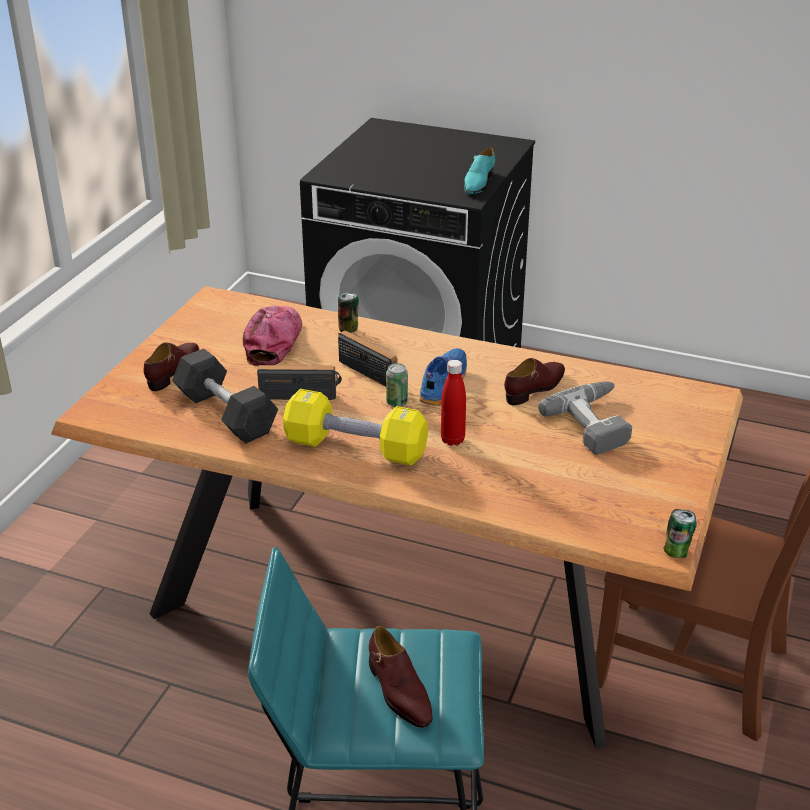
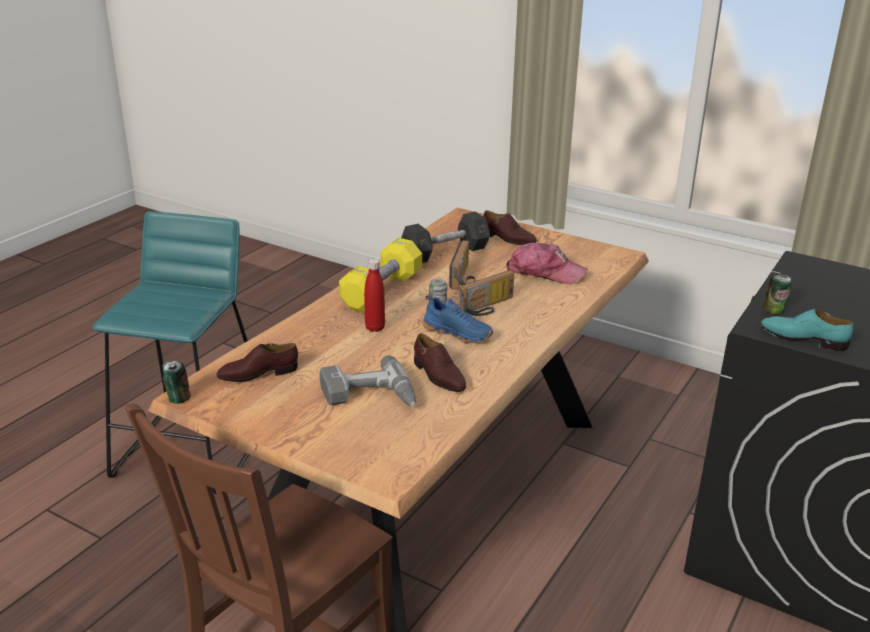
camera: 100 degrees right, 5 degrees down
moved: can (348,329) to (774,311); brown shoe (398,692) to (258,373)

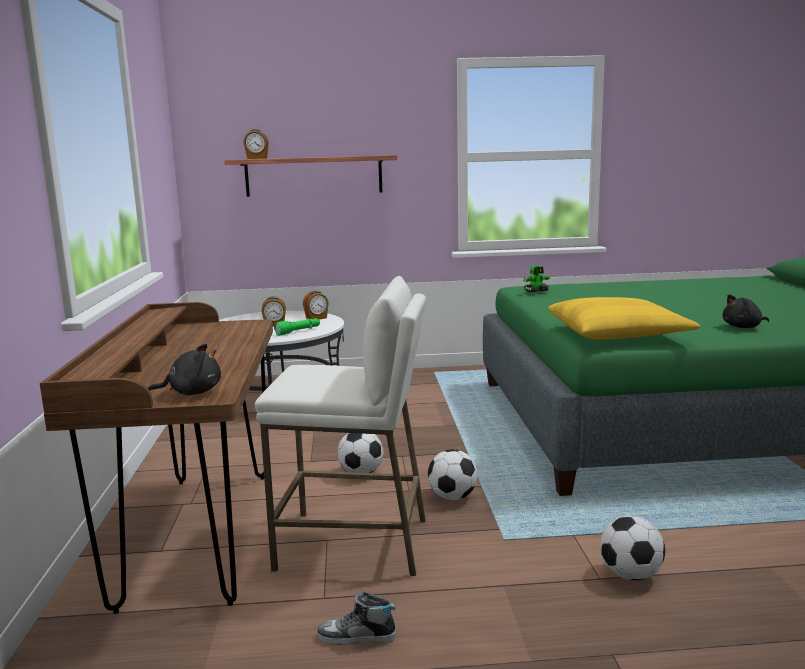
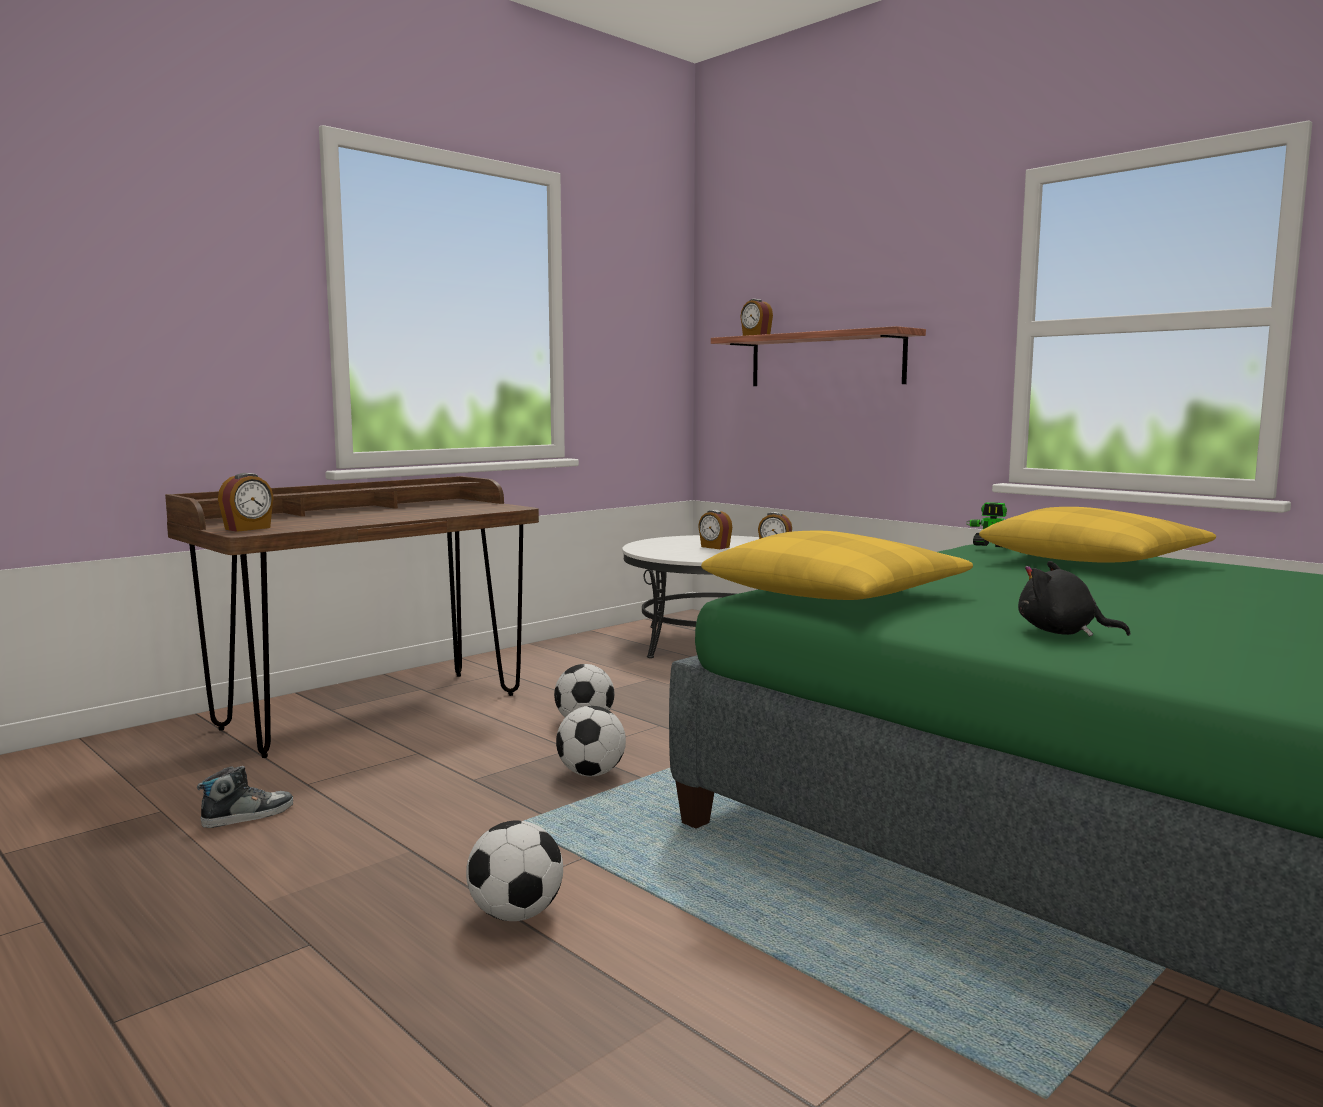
camera: 50 degrees right, 5 degrees down
removed: white stool (354,543); green flashlight (298,331)
added: yellow pillow (1094,560)
replaced: black plush toy (191,393) to alarm clock (248,528)
turned: shoe (357,637) = (248,815) 90 degrees clockwise

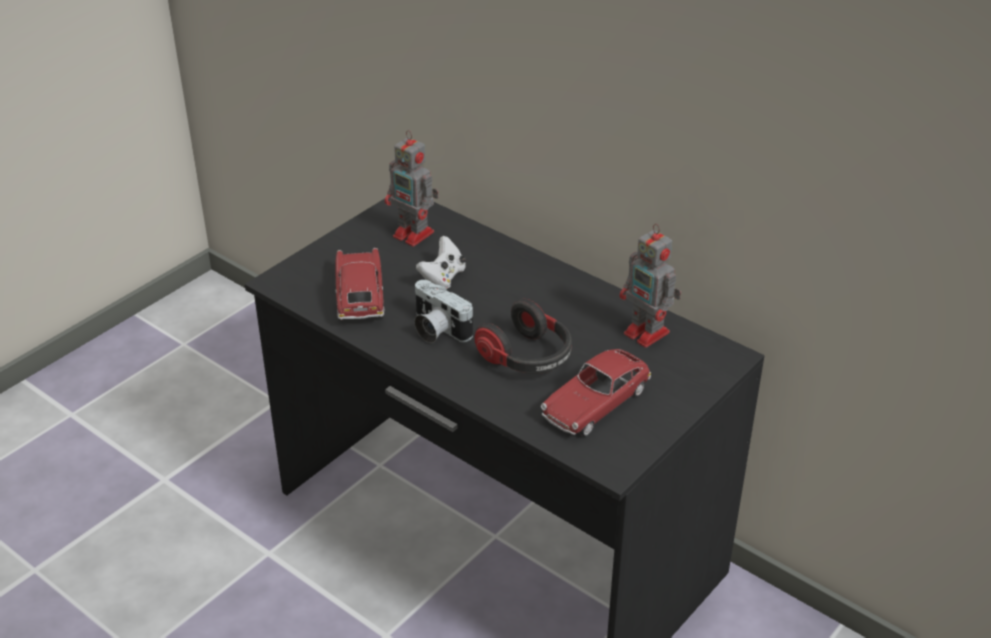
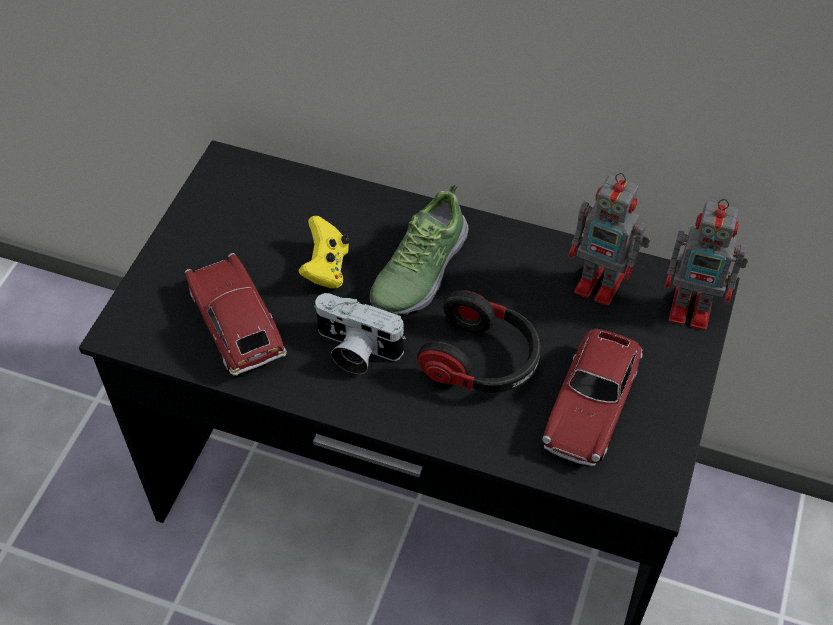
camera: 20 degrees left, 15 degrees up
added: shoe (418,270)
moved: toy robot (415,235) to (693,309)
recoloured: white game controller (443,278) to yellow game controller (326,268)

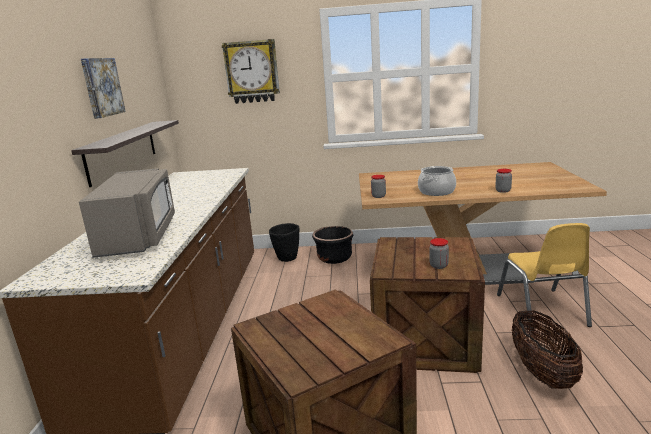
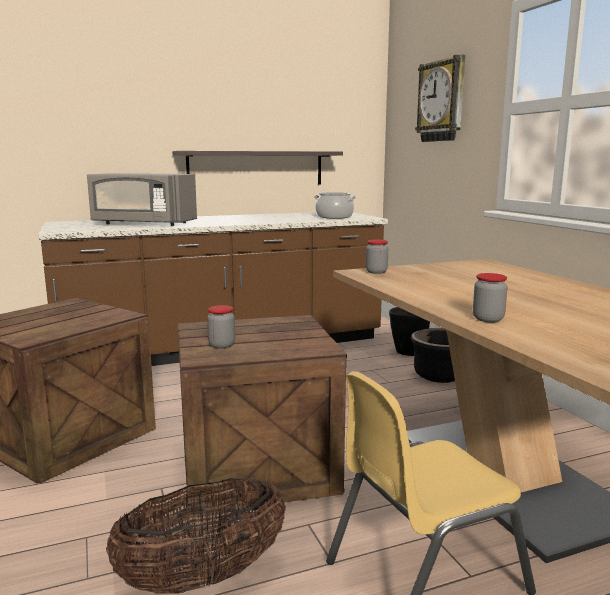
camera: 65 degrees right, 5 degrees down
removed: picture (101,87)
moved: cooking pot (437,192) to (334,217)
turned: grey microwave (139,236) = (143,223) 45 degrees clockwise

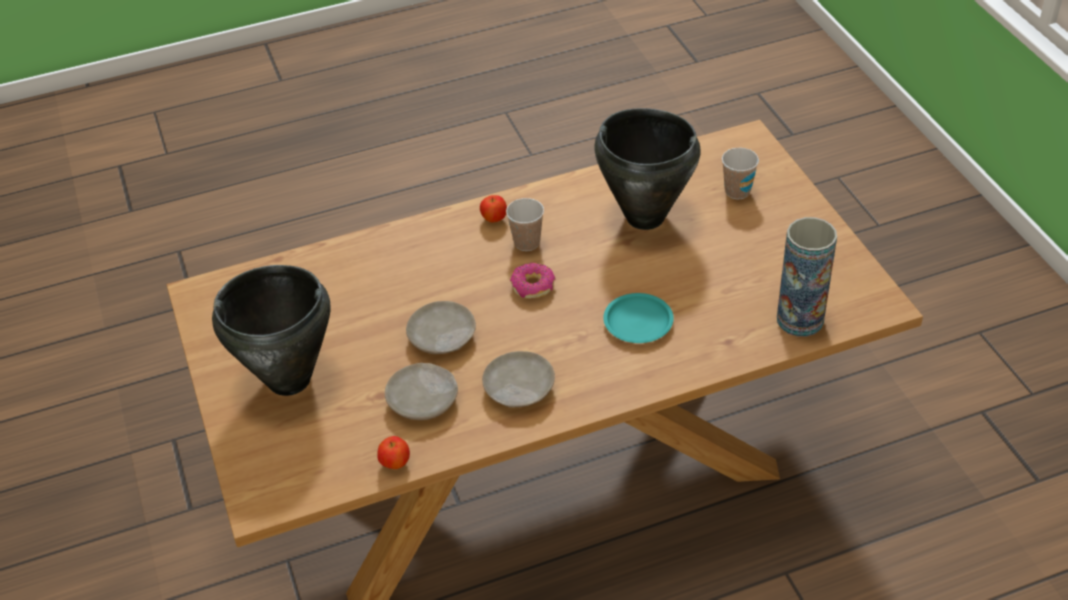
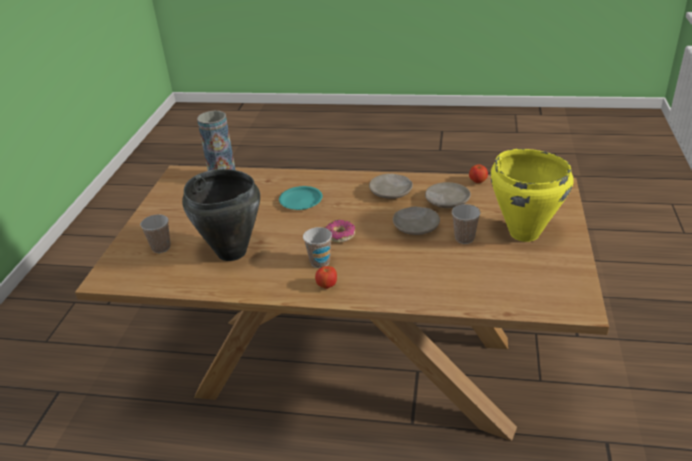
camera: 150 degrees left, 10 degrees down
added: cup (464,238)
recoloured: black cooking pot (290,380) to yellow cooking pot (524,232)

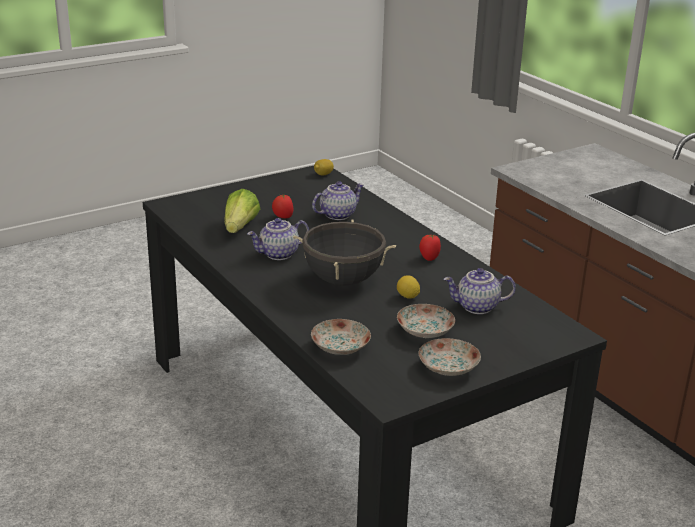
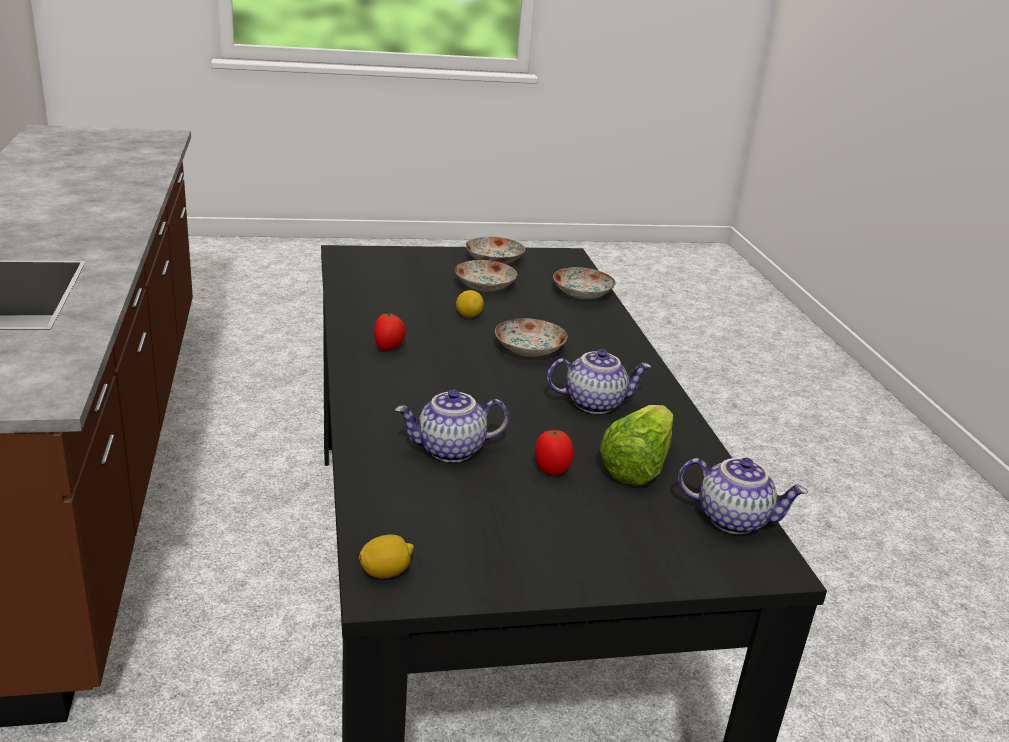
camera: 160 degrees left, 0 degrees up
moved: teapot (477,307) to (733,519)
replaced: black cooking pot (343,280) to plate (529,349)

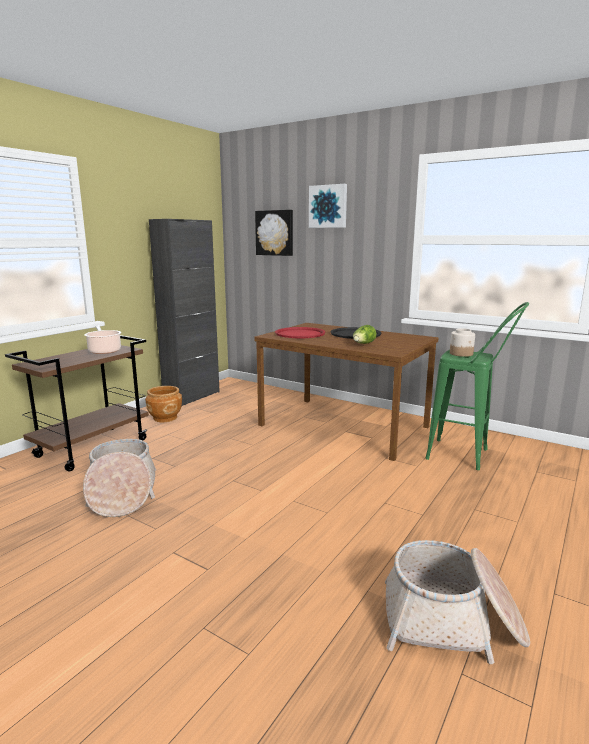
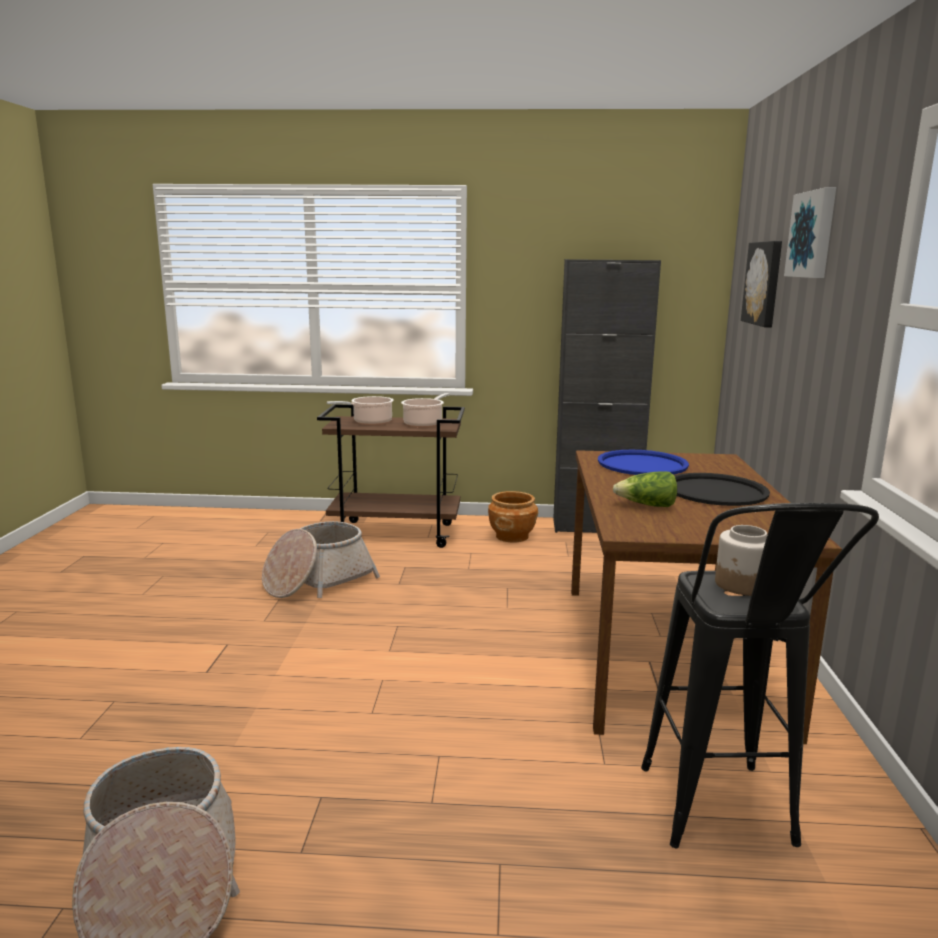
camera: 60 degrees right, 0 degrees up
added: cooking pot (370,422)
recoloured: red tray (300,333) to blue tray (642,464); green stool (468,457) to black stool (724,823)

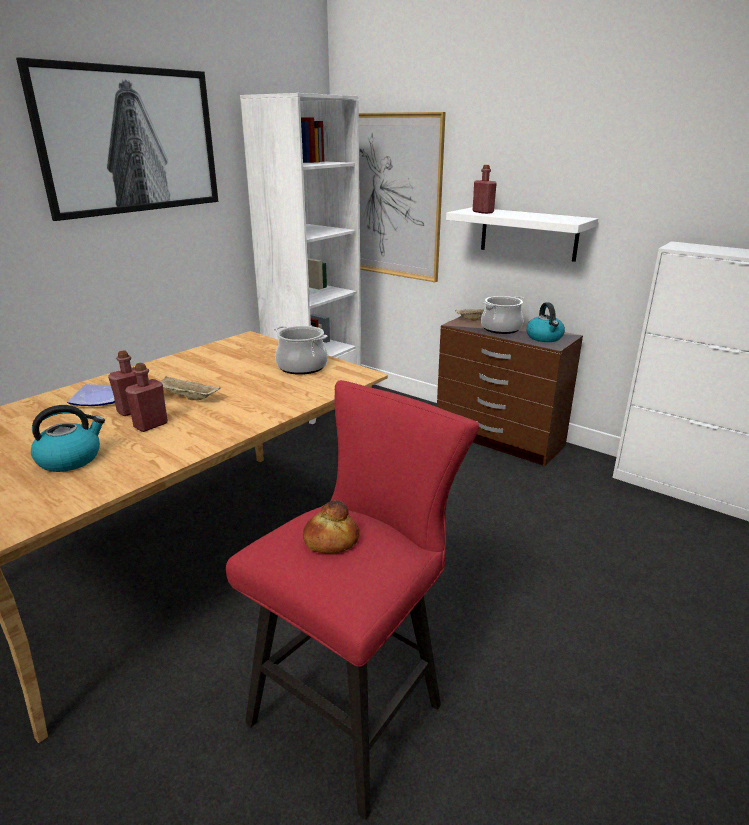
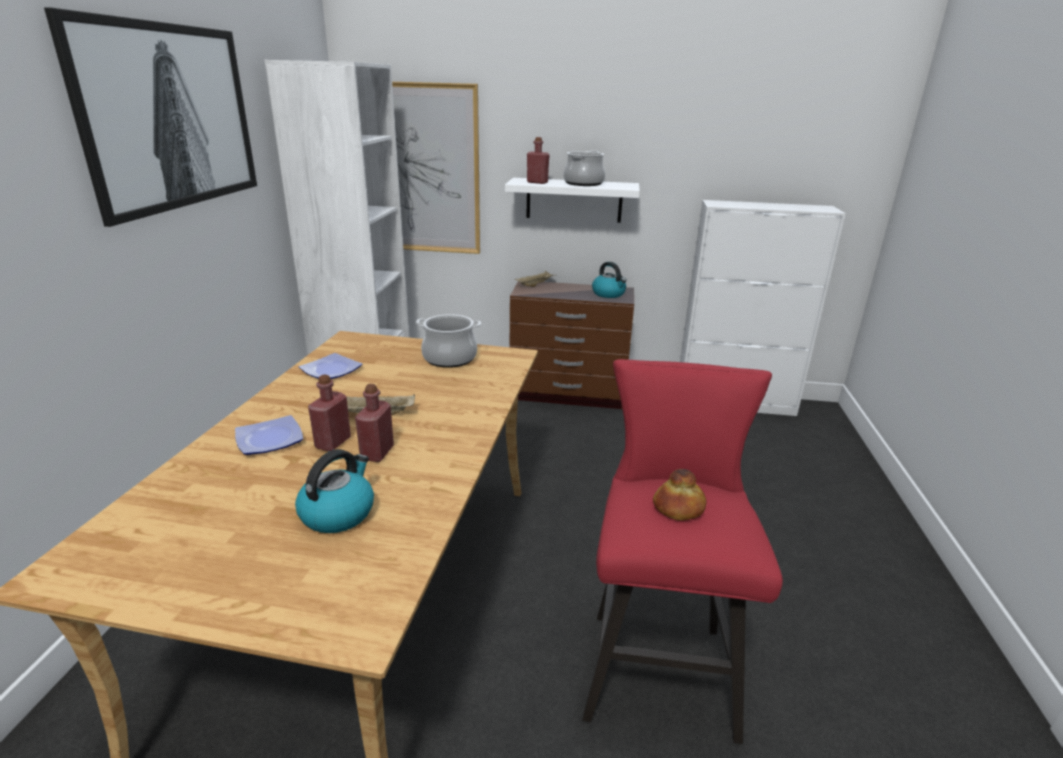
camera: 30 degrees left, 0 degrees up
added: plate (332,370)
moved: cooking pot (501,328) to (583,183)

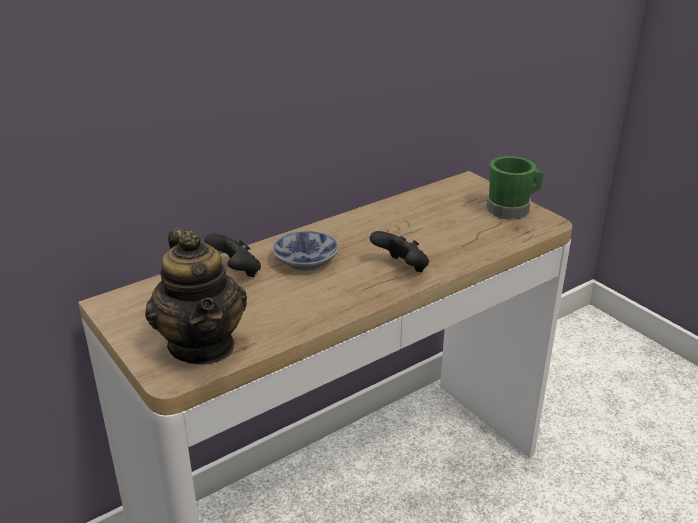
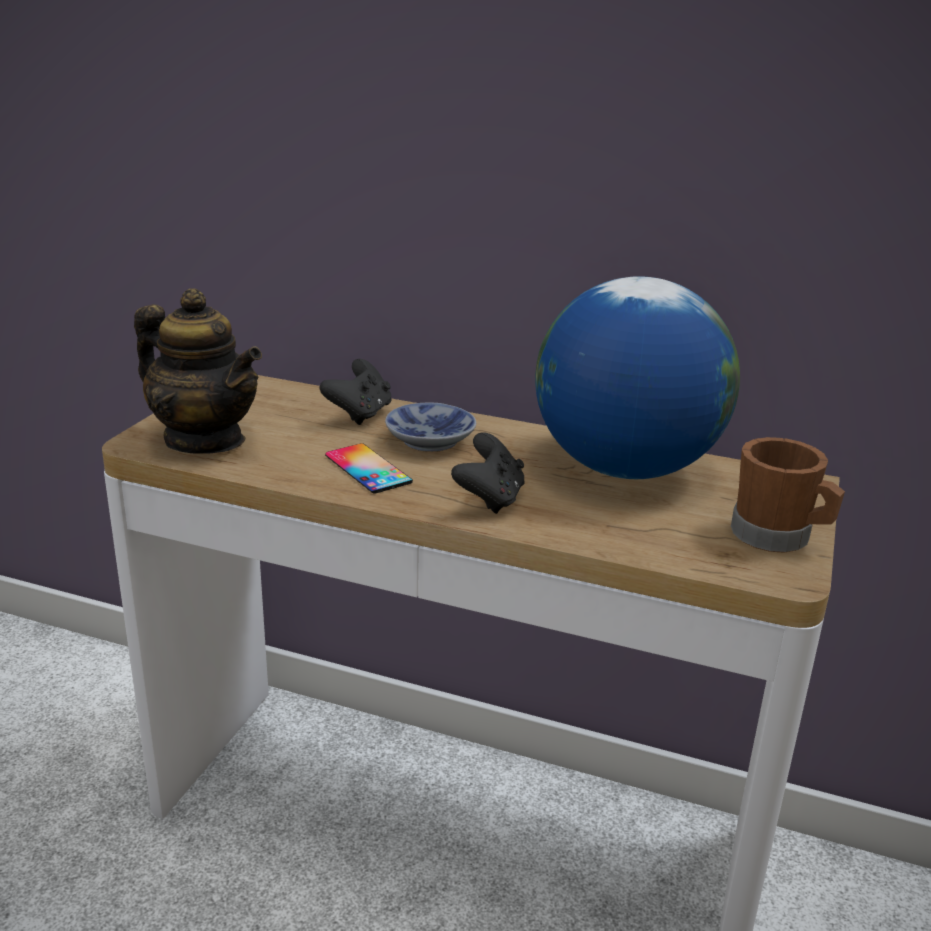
camera: 55 degrees right, 5 degrees down
added: phone (368,469); globe (625,468)
recoloured: green mug (512,209) to brown mug (779,537)
turned: teapot (202,345) = (205,440) 90 degrees counterclockwise

